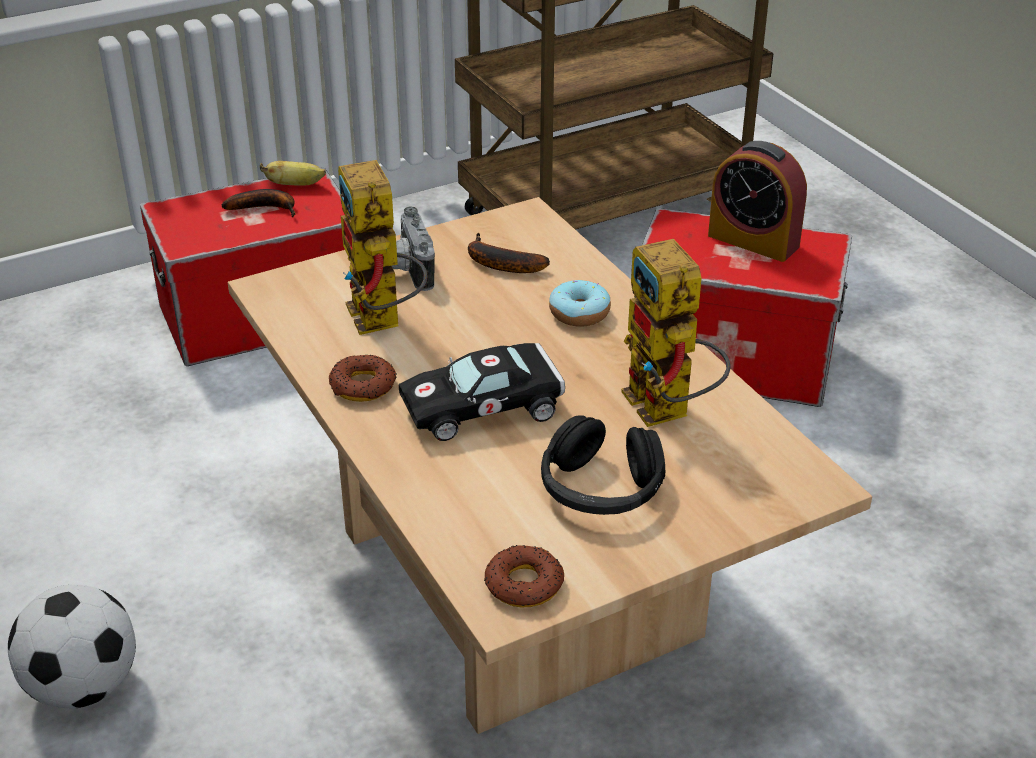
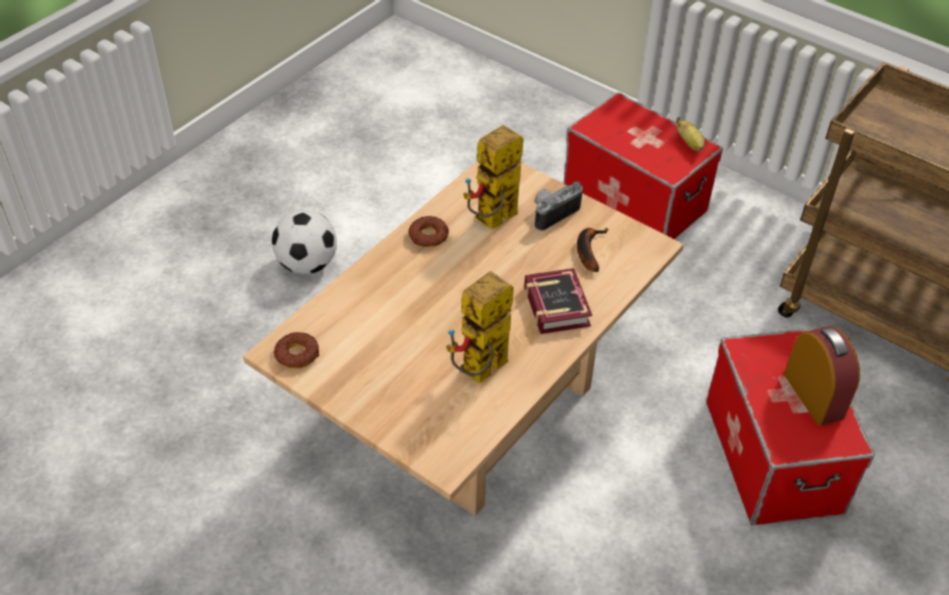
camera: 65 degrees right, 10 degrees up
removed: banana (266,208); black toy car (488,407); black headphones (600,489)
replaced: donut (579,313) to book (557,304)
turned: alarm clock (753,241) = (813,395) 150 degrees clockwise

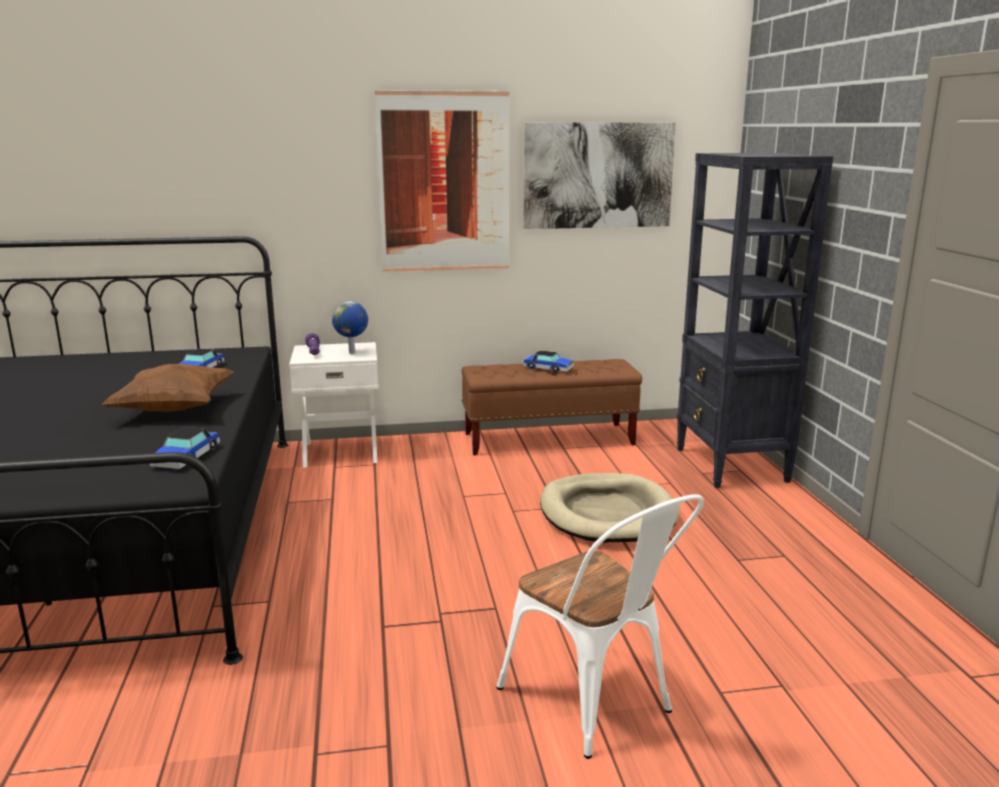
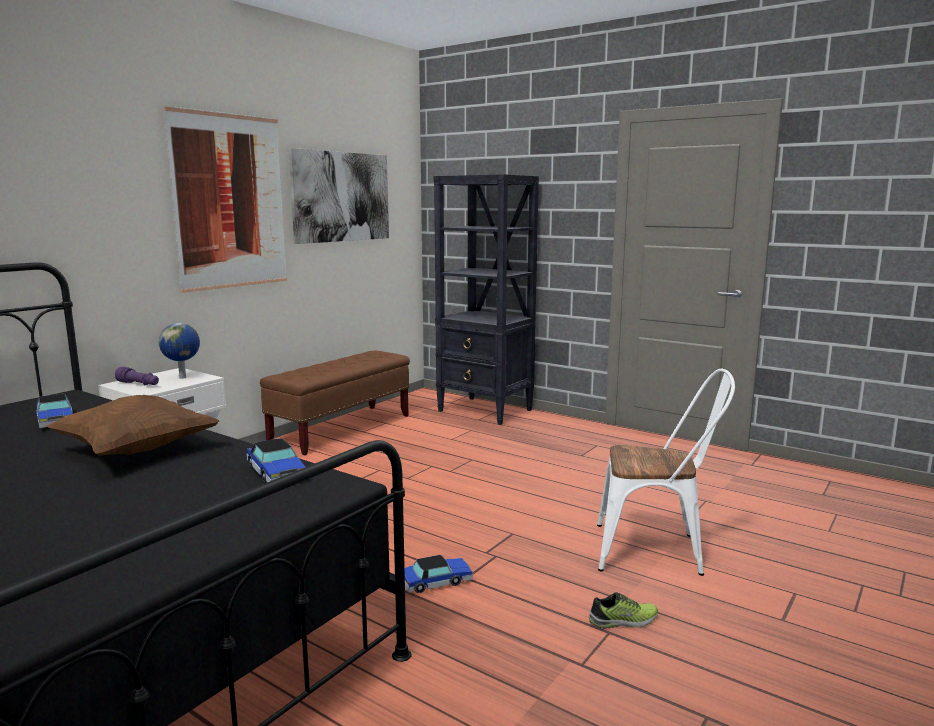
camera: 45 degrees left, 5 degrees down
removed: beige dog bed (607,513)
added: shoe (623,621)
moved: toy car (548,368) to (436,581)

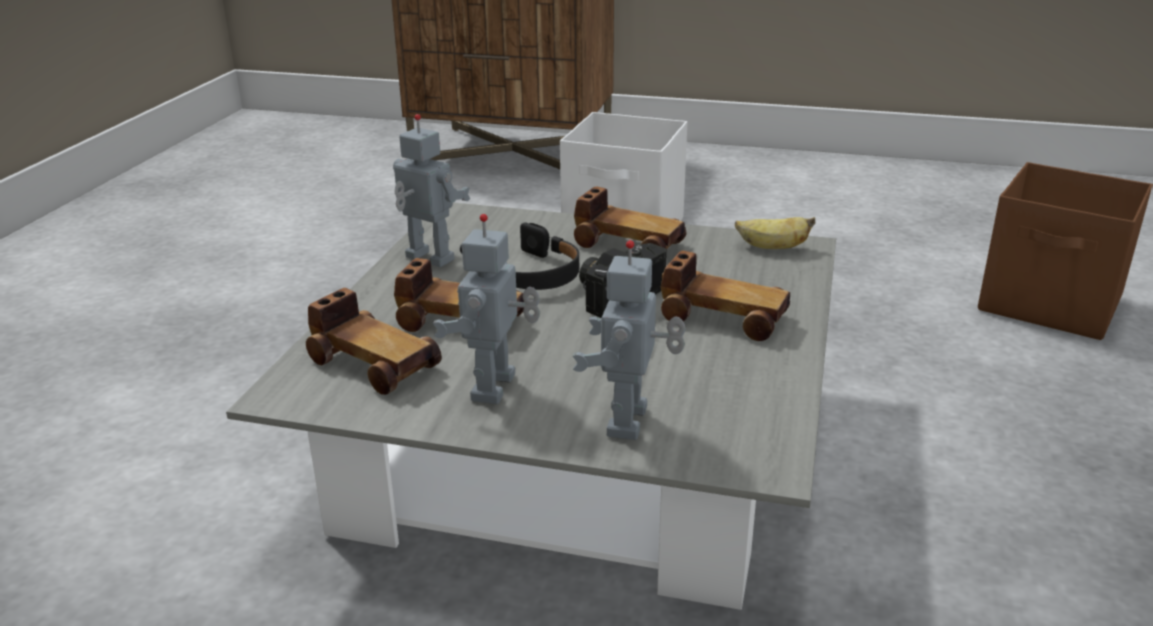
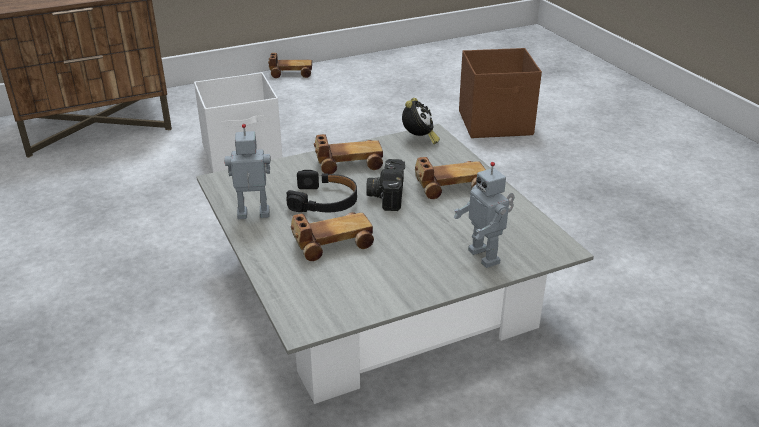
camera: 40 degrees left, 5 degrees up
removed: toy robot (497,388)
moved: toy car (373,363) to (291,73)
replaced: banana (772,247) to alarm clock (419,139)

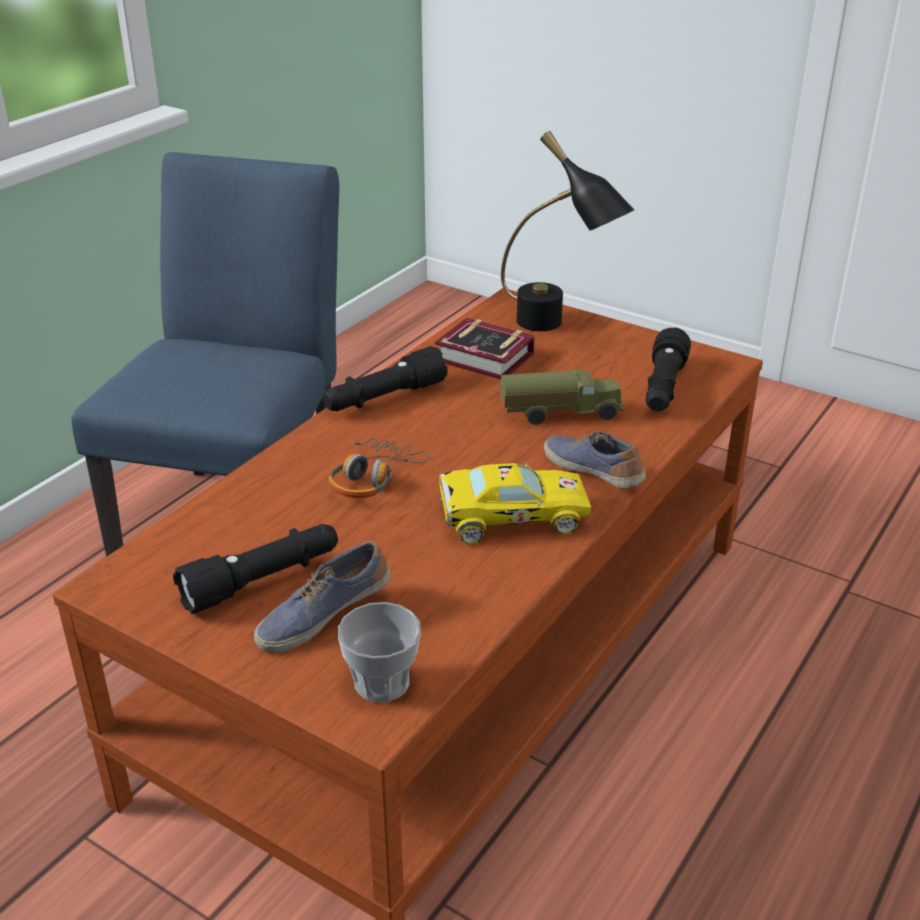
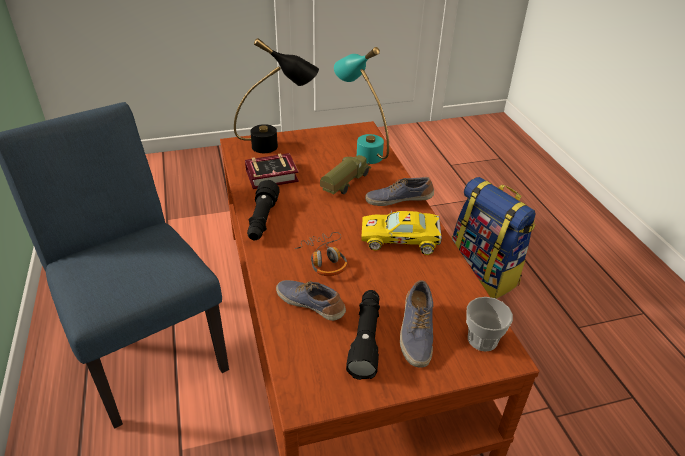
camera: 50 degrees left, 5 degrees up
added: shoe (311,305); backpack (483,273)
replaced: black flashlight (663,388) to turquoise table lamp (361,151)
turned: yellow toy car (506,518) = (403,240) 120 degrees counterclockwise

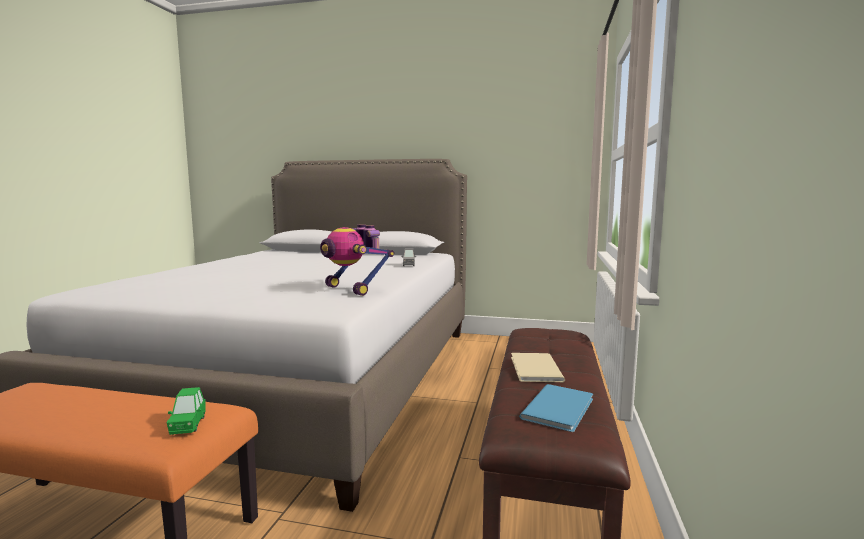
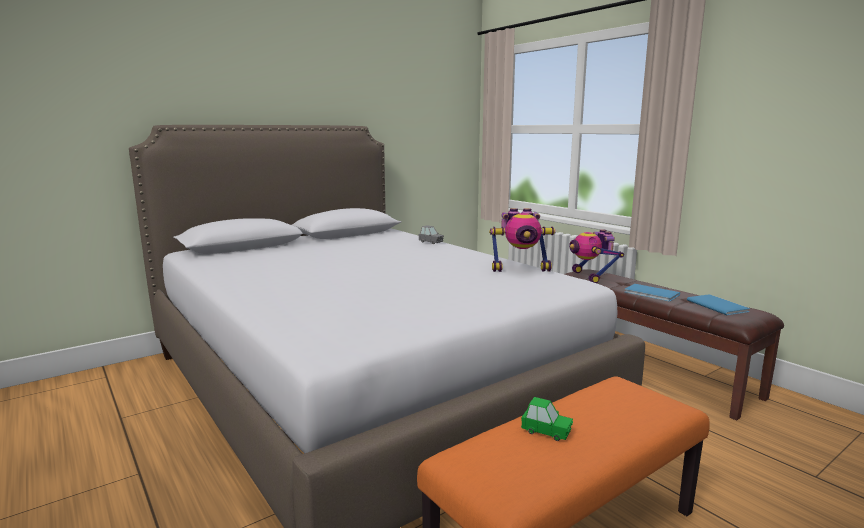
camera: 50 degrees left, 5 degrees up
added: toy robot (591,277)
moved: green toy car (188,425) to (546,432)
recoloured: beige book (534,369) to blue book (652,294)

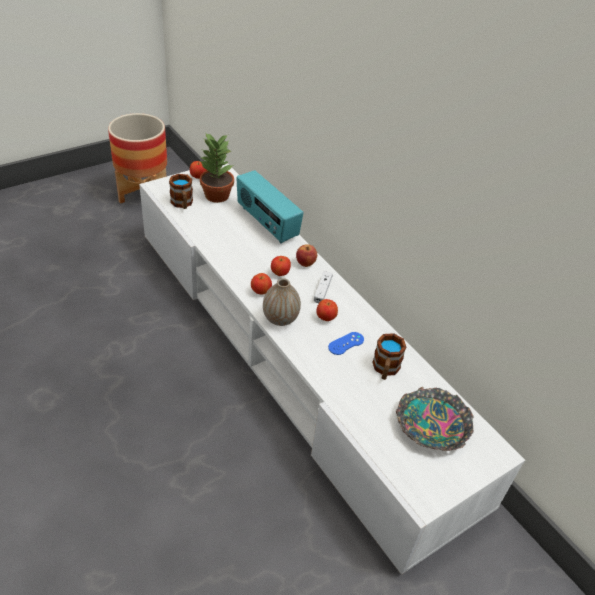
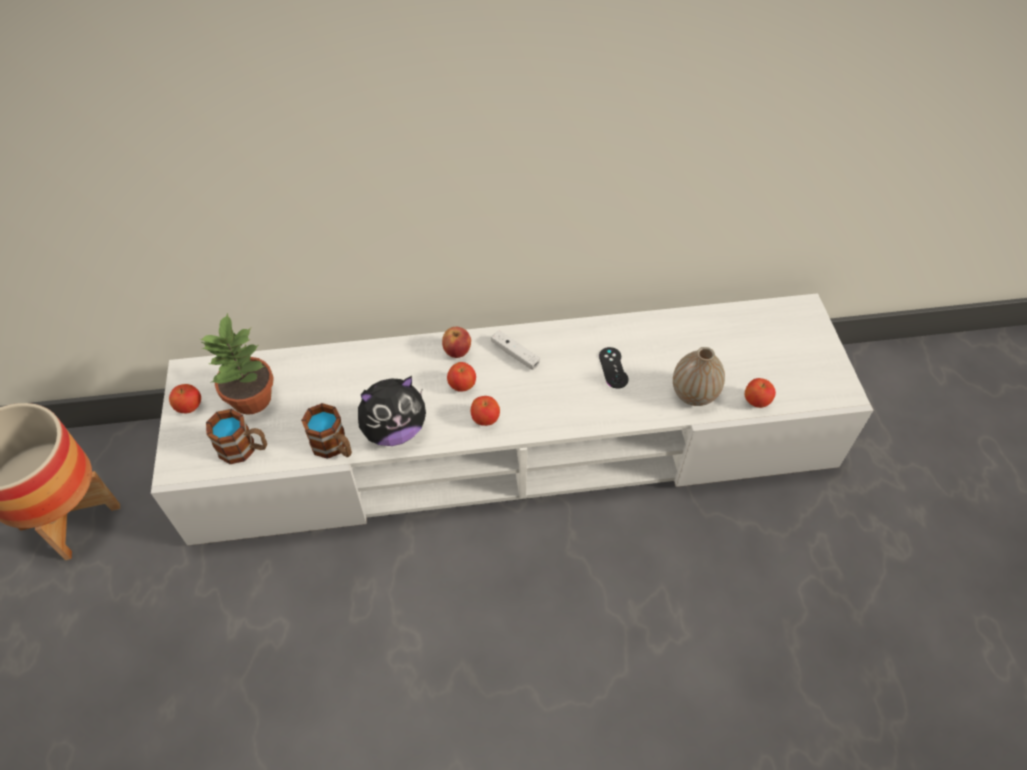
camera: 60 degrees left, 10 degrees up
removed: radio (266,223); bowl (431,424)
added: plush toy (394,430)
moved: vase (280,319) to (694,394); apple (326,318) to (756,401); mug (385,369) to (334,447)
recoloured: blue game controller (346,343) to black game controller (613,368)

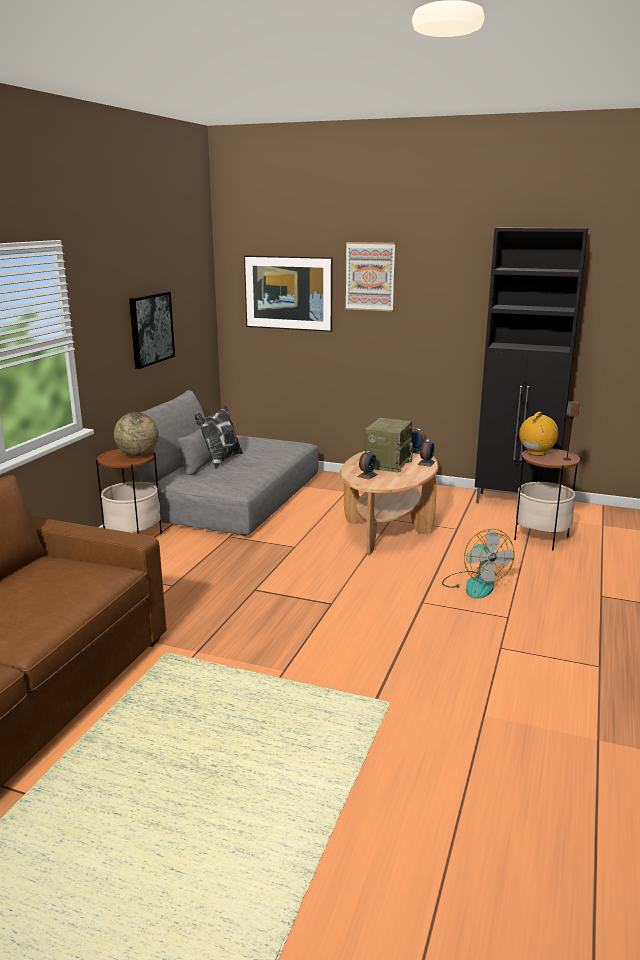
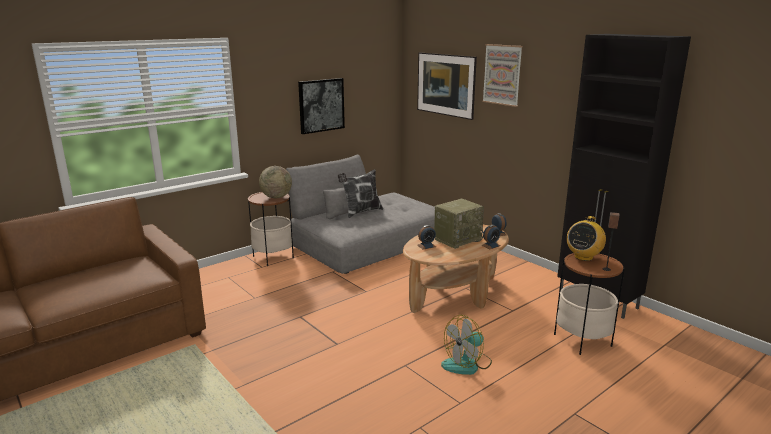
camera: 30 degrees right, 0 degrees up
turned: fan (474,584) = (467,364) 45 degrees clockwise; radio (536,453) = (583,257) 150 degrees clockwise

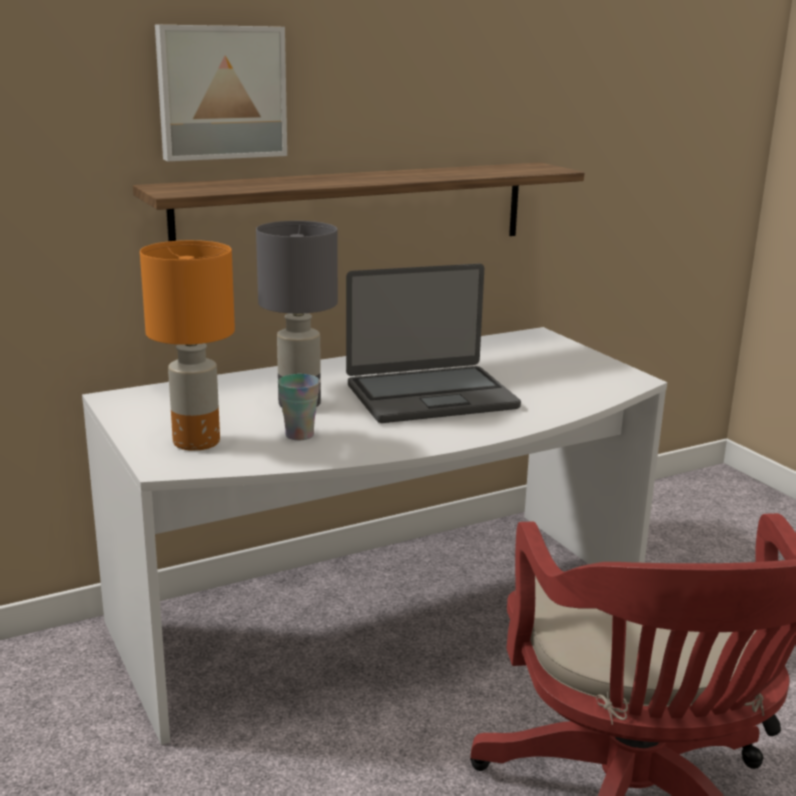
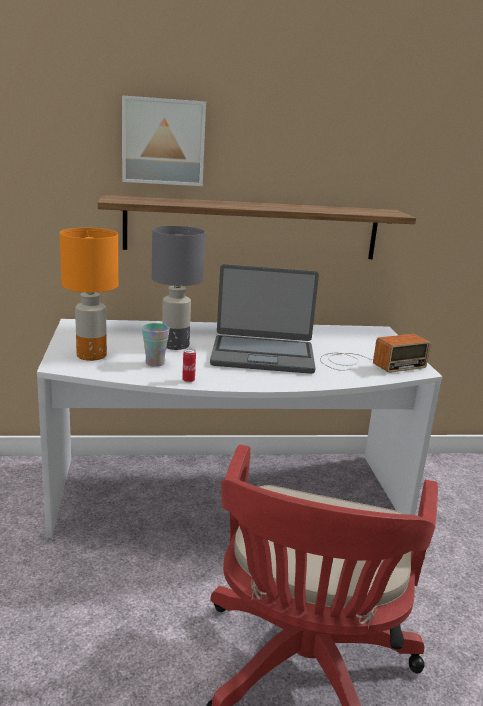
camera: 20 degrees right, 0 degrees up
added: can (188,380); radio (367,363)

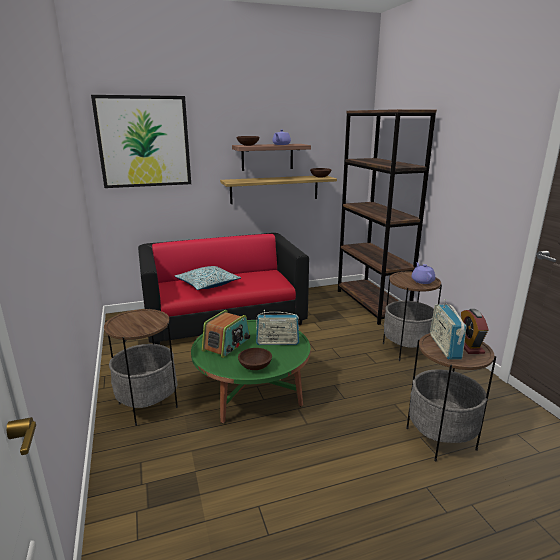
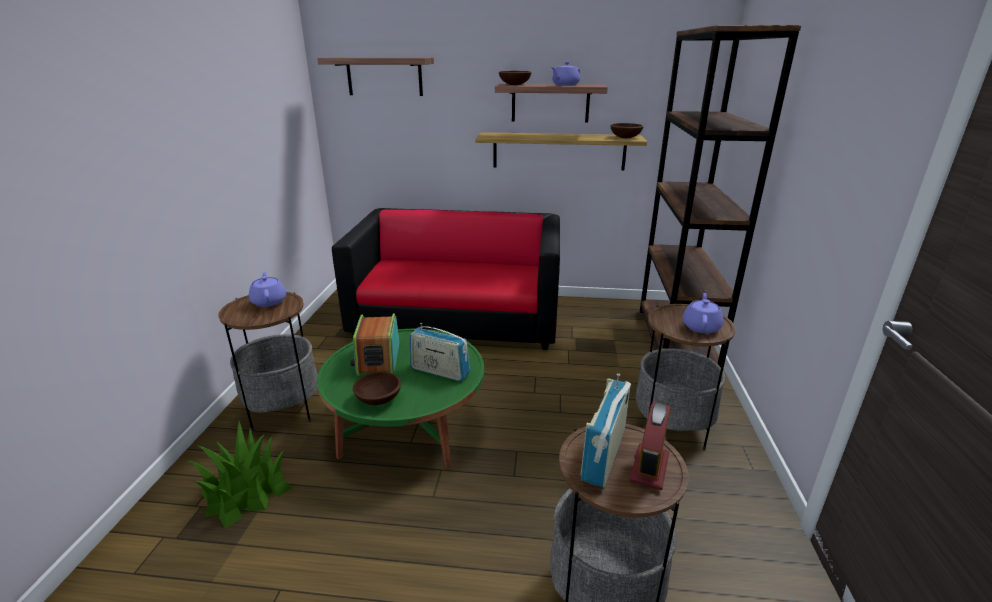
camera: 25 degrees right, 5 degrees up
removed: pillow (207,284)
added: potted plant (245,491); purple teapot (269,301)
replaced: picture (144,142) to shelf (384,76)
turned: radio (227,344) = (378,358) 120 degrees clockwise

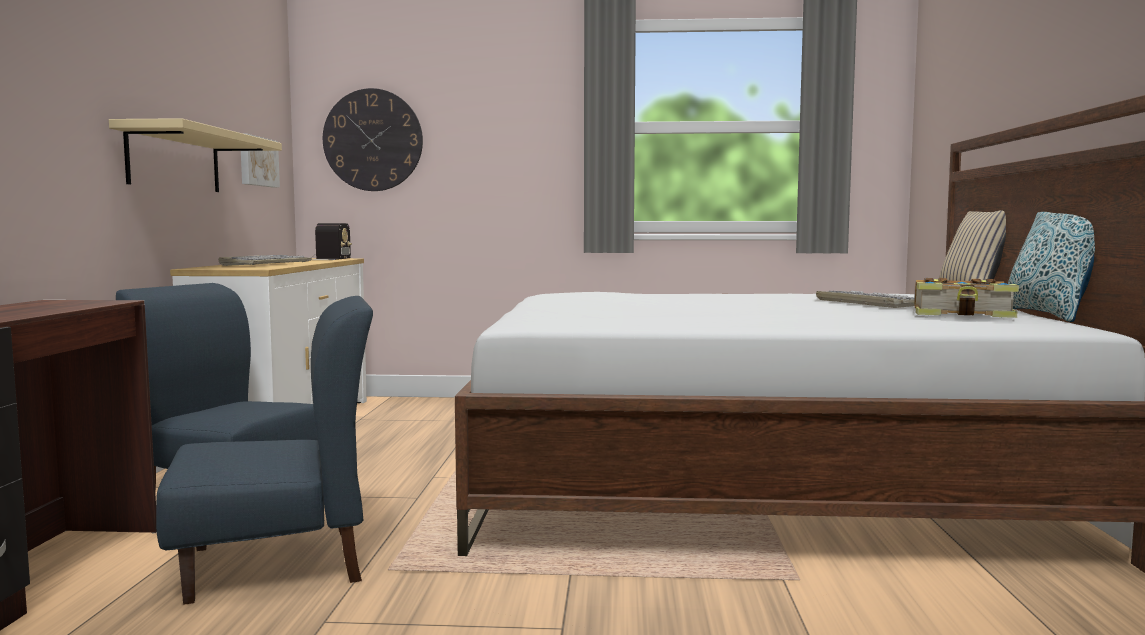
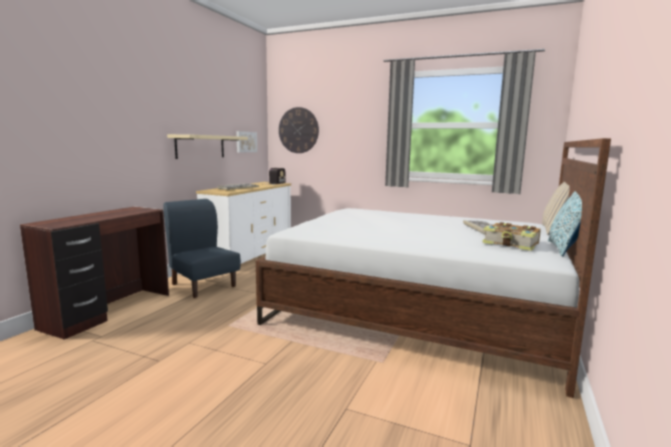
camera: 20 degrees right, 5 degrees up
removed: blue chair (277,564)

